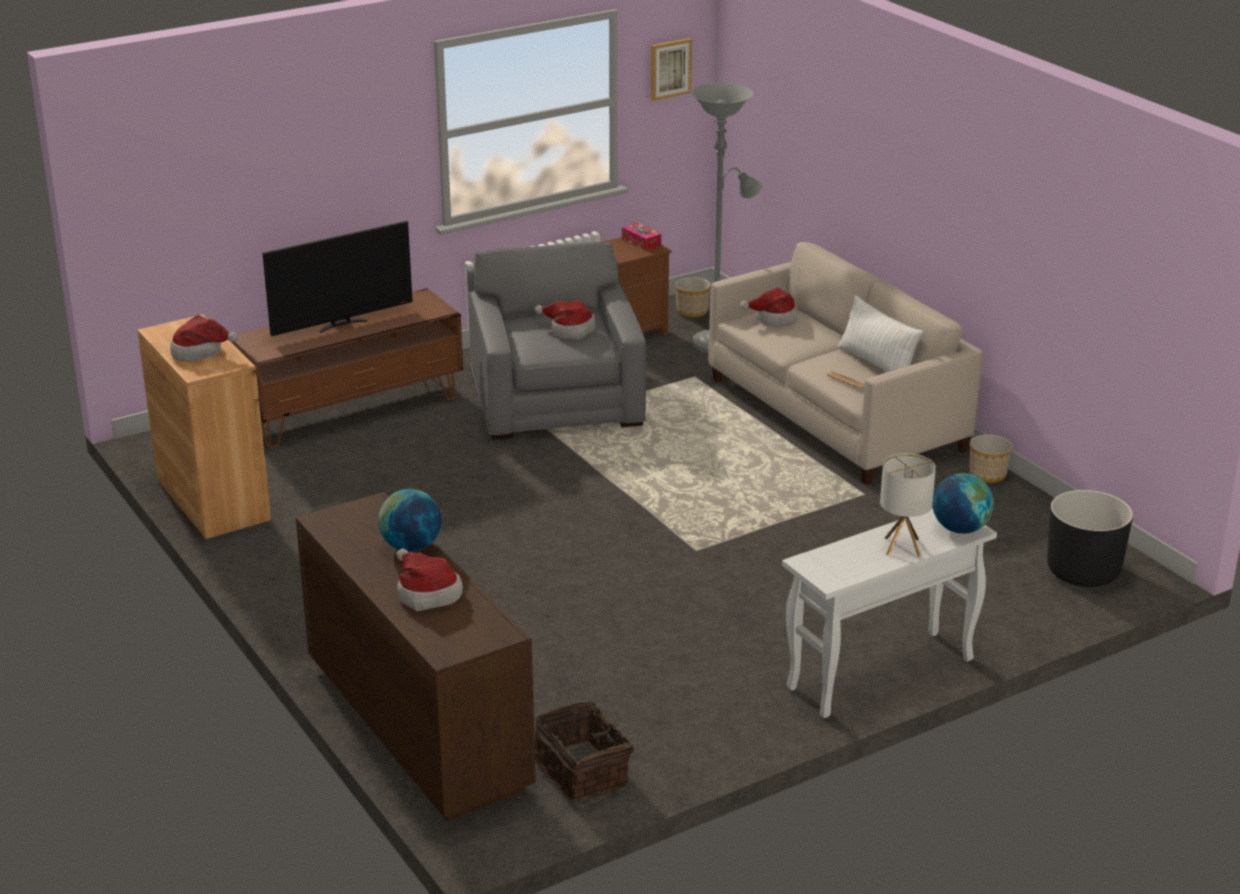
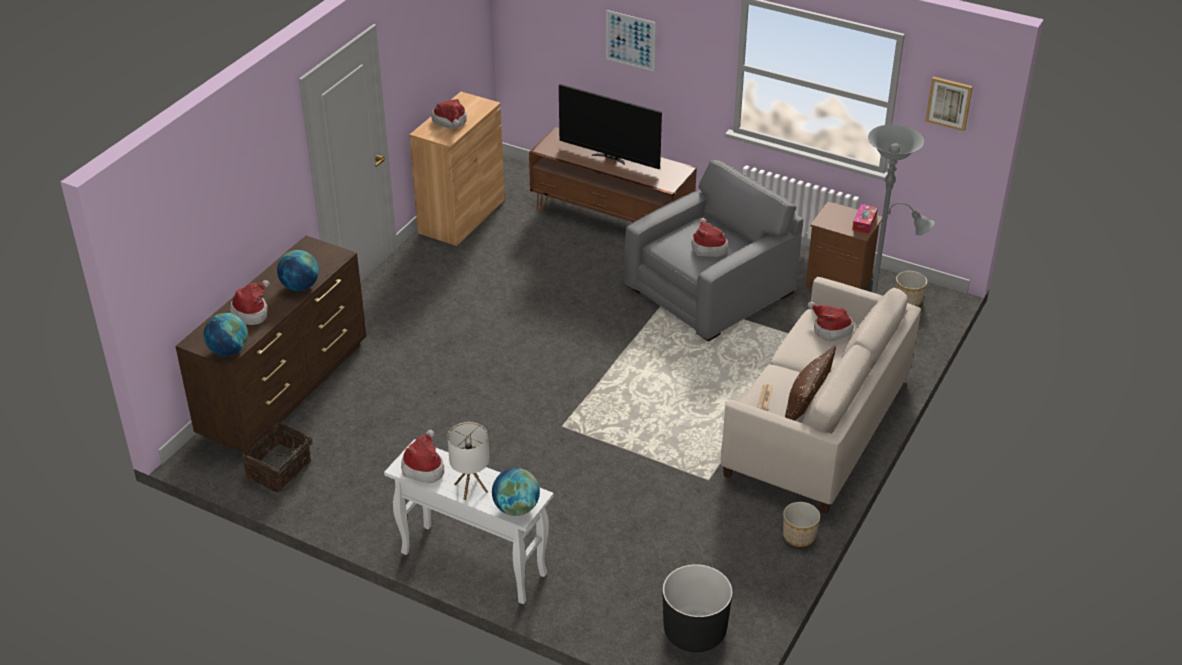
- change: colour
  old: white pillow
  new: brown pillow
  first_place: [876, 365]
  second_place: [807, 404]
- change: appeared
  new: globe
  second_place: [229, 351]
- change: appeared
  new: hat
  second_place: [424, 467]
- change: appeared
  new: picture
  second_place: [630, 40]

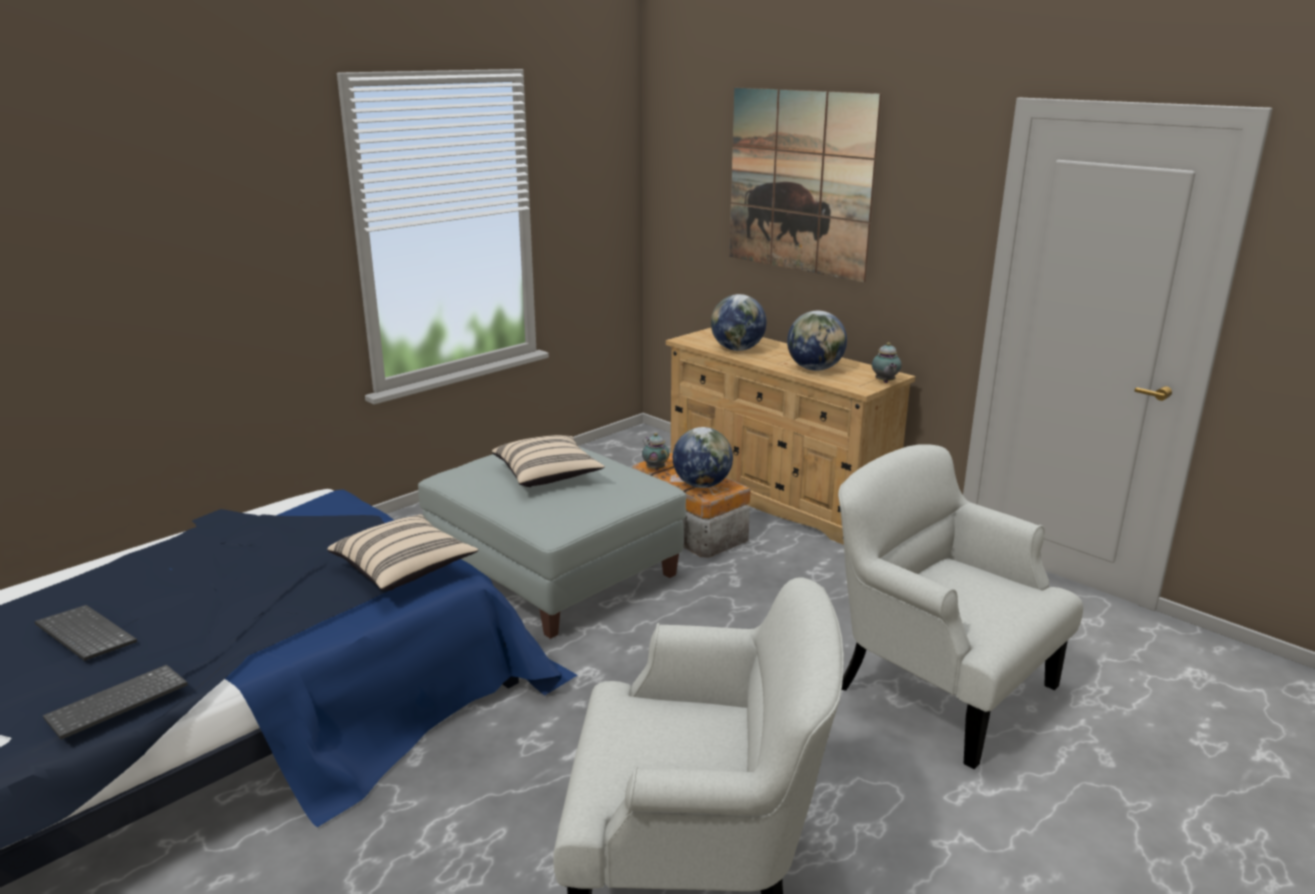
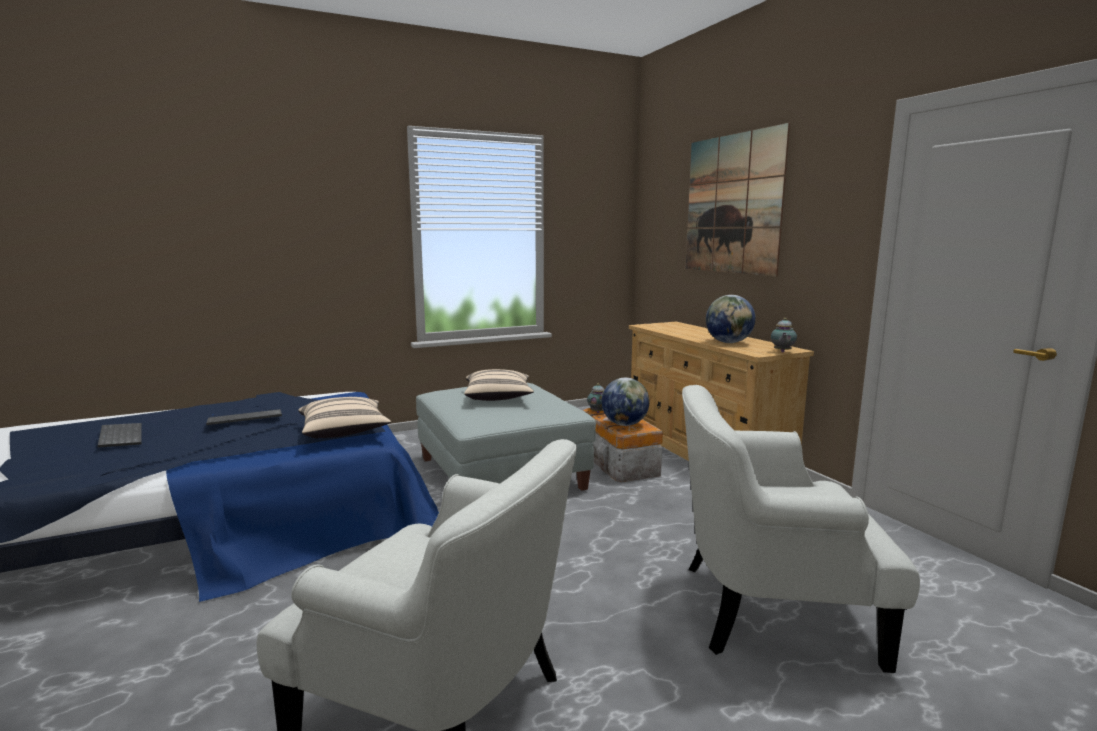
- change: relocated
  old: keyboard
  first_place: [117, 705]
  second_place: [244, 419]
- change: missing
  old: globe
  first_place: [737, 349]
- change: spun
  old: white armchair
  first_place: [938, 686]
  second_place: [769, 608]
  degrees: -60

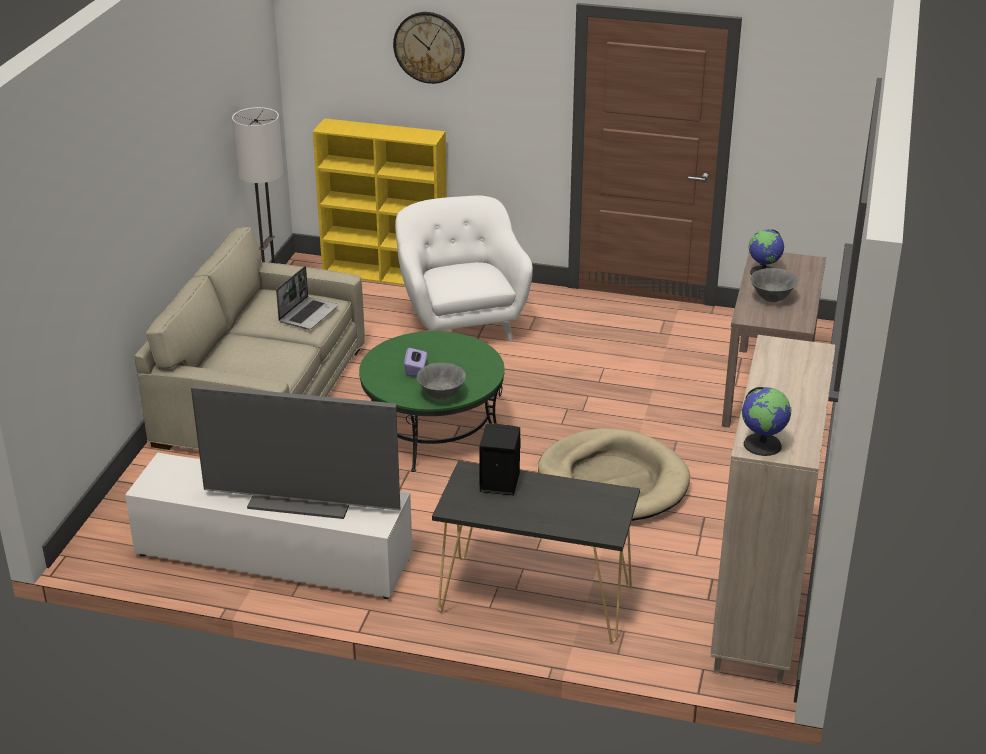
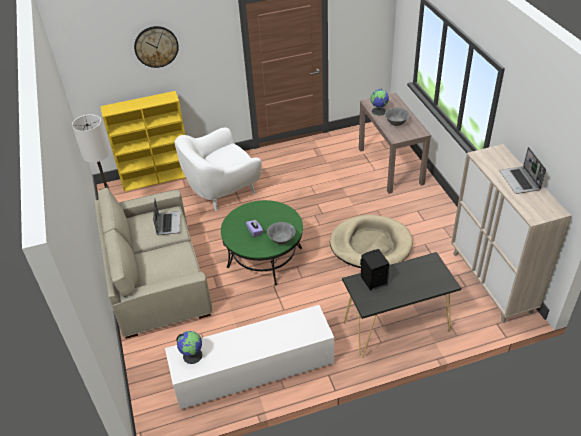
- change: missing
  old: television
  first_place: [303, 499]
- change: spun
  old: white armchair
  first_place: [461, 324]
  second_place: [222, 190]
  degrees: -75
- change: relocated
  old: globe
  first_place: [763, 444]
  second_place: [192, 355]
- change: appeared
  new: laptop
  second_place: [520, 181]

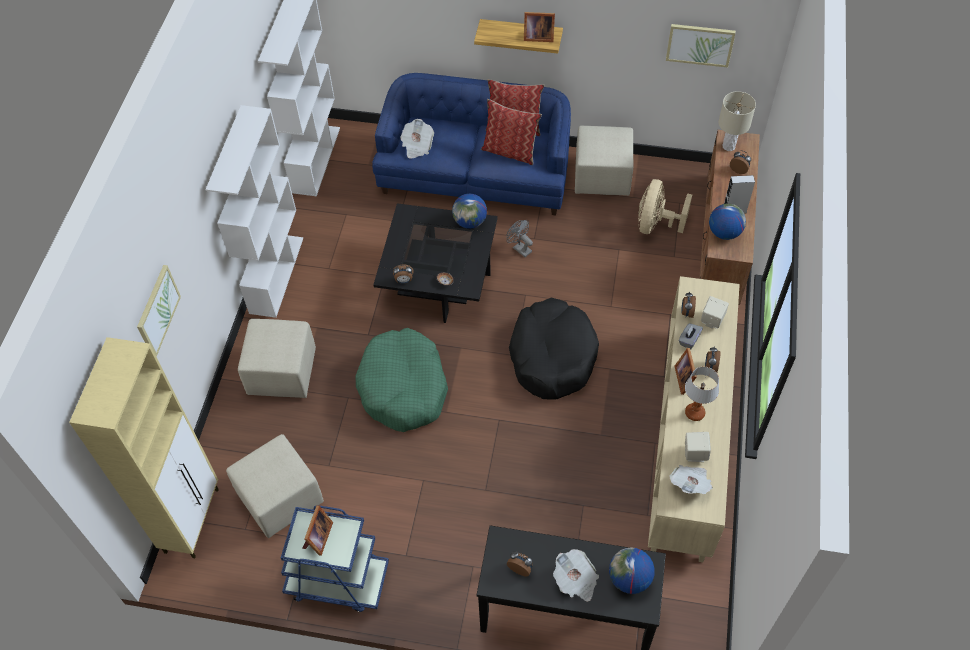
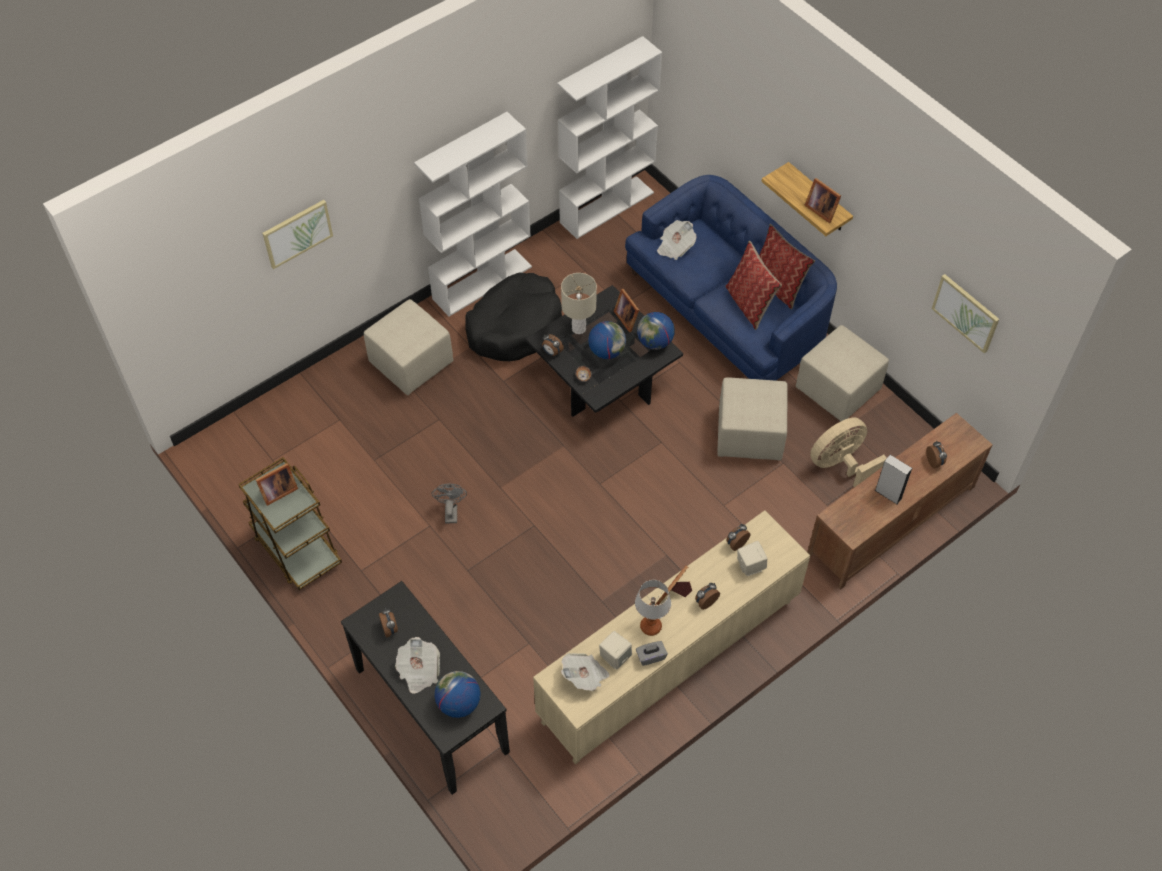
- change: missing
  old: beige cabinet
  first_place: [192, 519]
- change: relocated
  old: beige ottoman
  first_place: [281, 497]
  second_place: [750, 434]
- change: colour
  old: blue cart
  new: brown cart
  first_place: [337, 580]
  second_place: [296, 548]
- change: missing
  old: green dog bed
  first_place: [403, 387]
- change: relocated
  old: grey fan
  first_place: [519, 248]
  second_place: [450, 511]
- change: relocated
  old: black dog bed
  first_place: [552, 356]
  second_place: [514, 326]
- change: relocated
  old: grey tissue box
  first_place: [689, 340]
  second_place: [650, 656]
- change: relocated
  old: globe
  first_place: [724, 232]
  second_place: [606, 351]
- change: relocated
  old: beige table lamp
  first_place: [728, 146]
  second_place: [578, 328]
- change: appeared
  new: picture frame
  second_place: [627, 318]

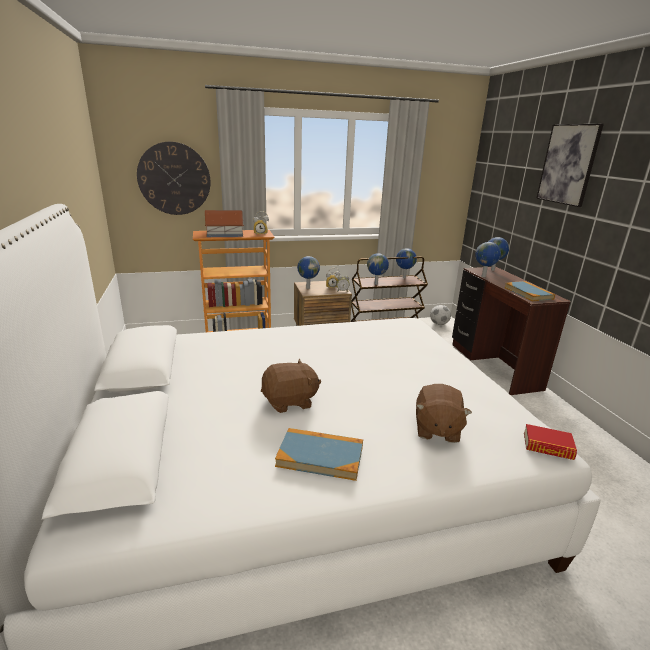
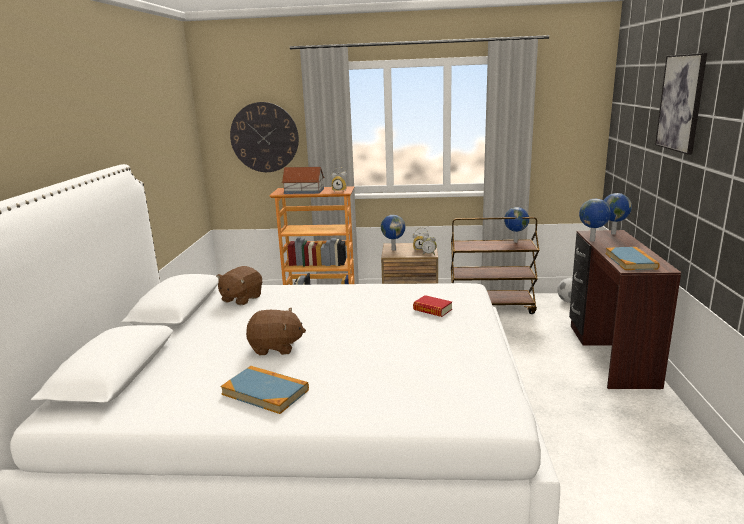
- change: missing
  old: globe
  first_place: [376, 284]
- change: relocated
  old: brown plush toy
  first_place: [436, 429]
  second_place: [241, 299]
- change: relocated
  old: book
  first_place: [547, 446]
  second_place: [432, 310]

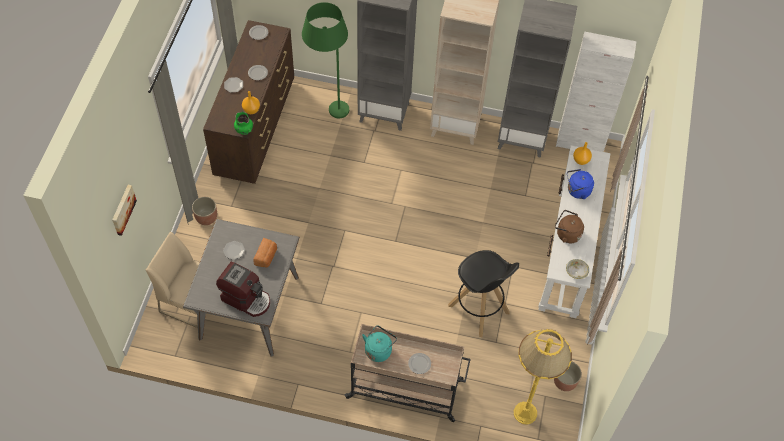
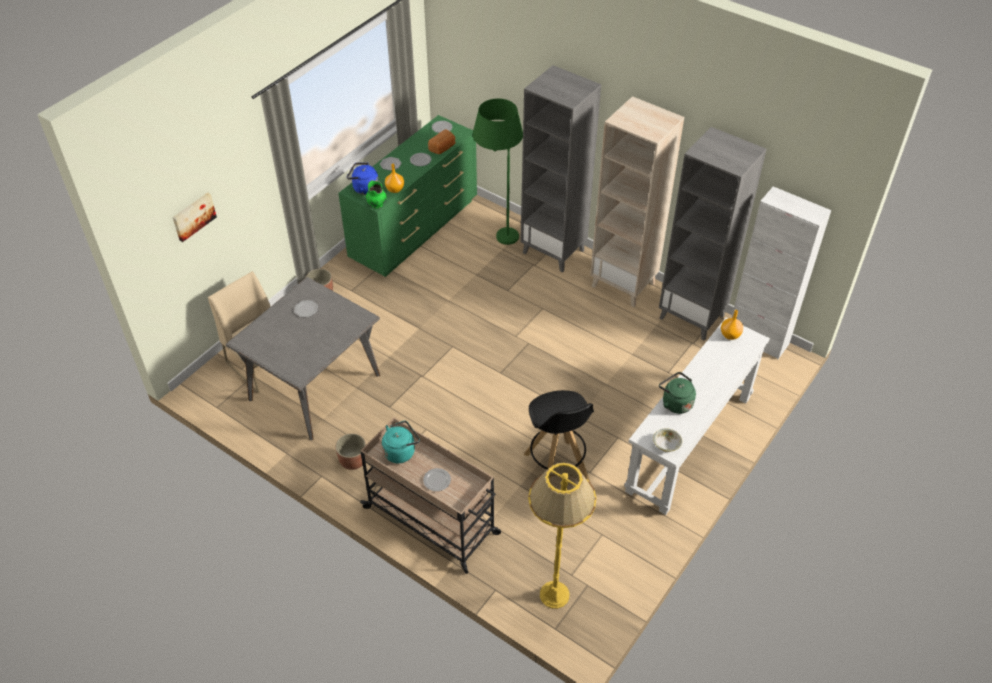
- change: colour
  old: brown dresser
  new: green dresser
  first_place: [256, 127]
  second_place: [415, 229]
- change: missing
  old: coffee machine
  first_place: [246, 298]
- change: relocated
  old: bread
  first_place: [266, 257]
  second_place: [443, 148]
- change: relocated
  old: planter
  first_place: [565, 381]
  second_place: [353, 460]
- change: colour
  old: brown kettle
  new: green kettle
  first_place: [566, 234]
  second_place: [675, 403]
- change: relocated
  old: blue kettle
  first_place: [577, 191]
  second_place: [364, 188]

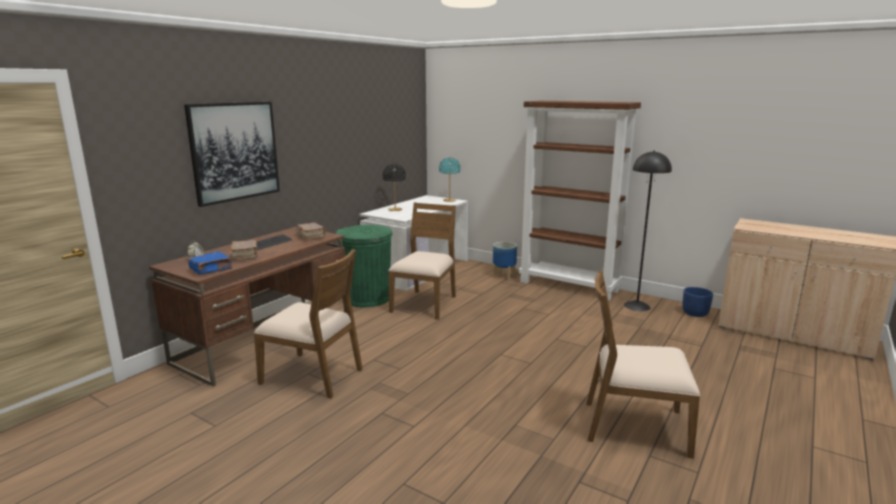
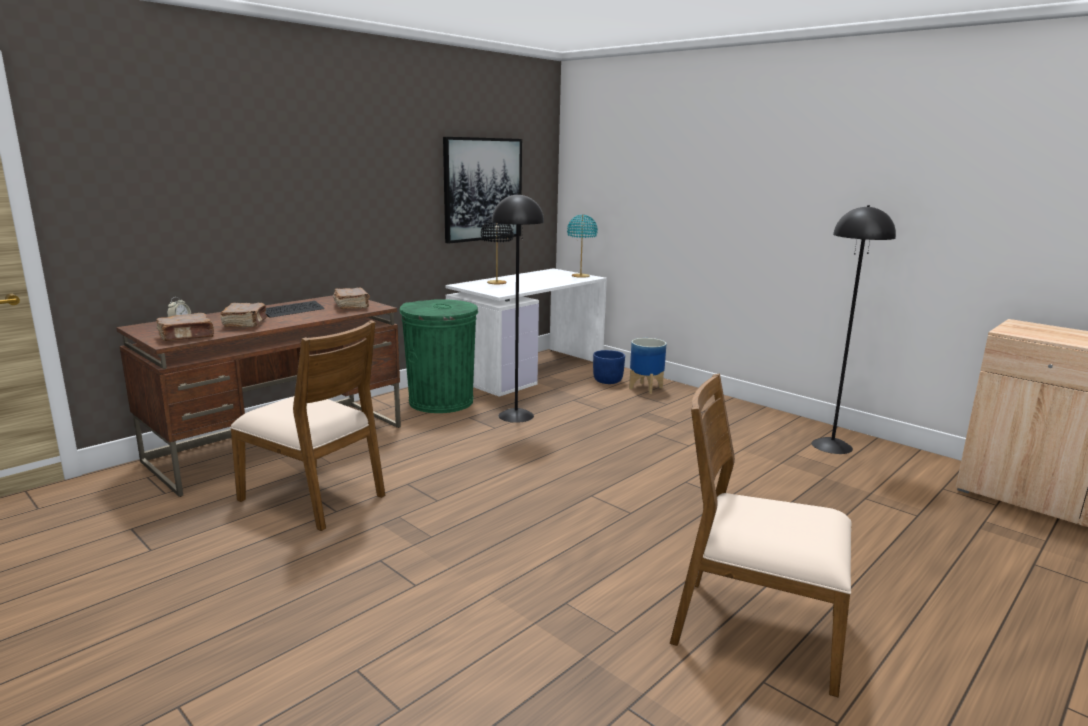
- change: relocated
  old: picture
  first_place: [234, 151]
  second_place: [483, 189]
- change: colour
  old: blue book
  new: brown book
  first_place: [211, 270]
  second_place: [187, 337]
- change: exchanged
  old: brown chair
  new: black floor lamp
  first_place: [425, 304]
  second_place: [516, 415]
- change: missing
  old: brown bookcase
  first_place: [569, 286]
- change: relocated
  old: blue planter
  first_place: [695, 313]
  second_place: [608, 381]

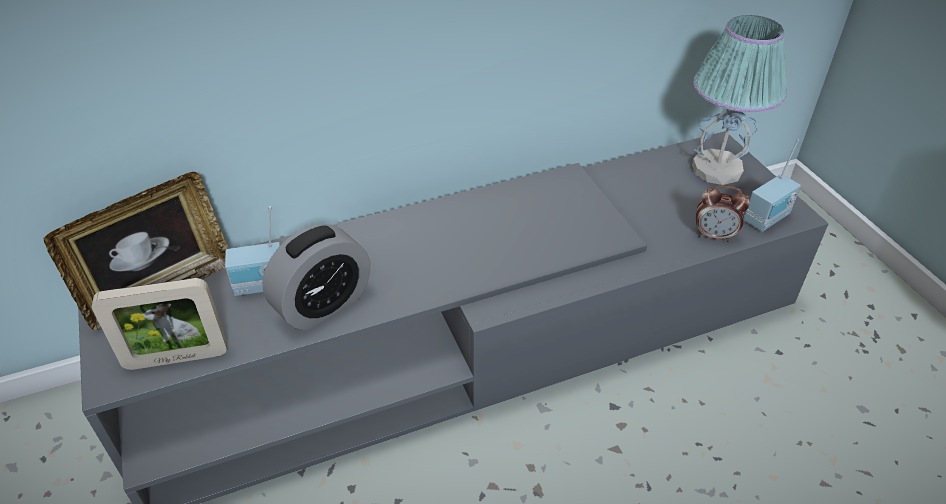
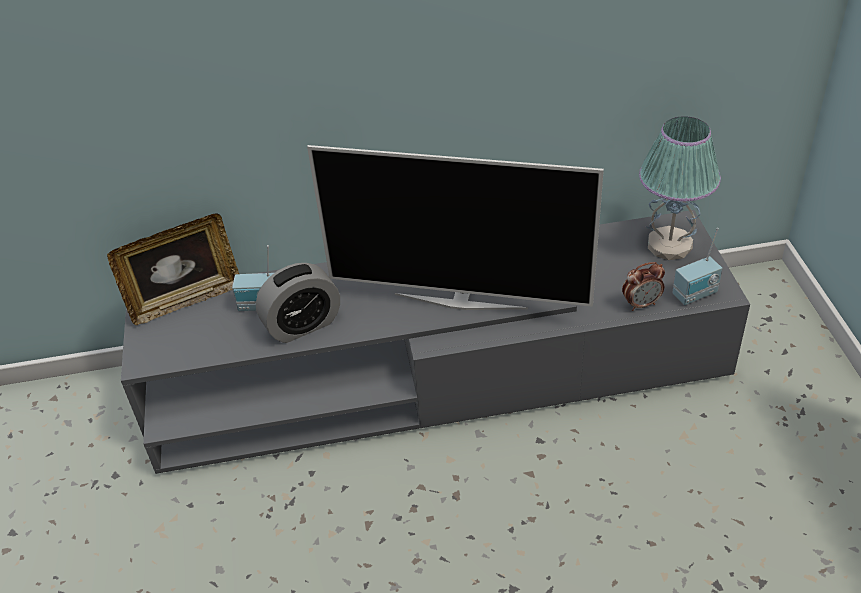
- change: missing
  old: picture frame
  first_place: [176, 358]
- change: spun
  old: alarm clock
  first_place: [714, 235]
  second_place: [641, 304]
  degrees: -45
- change: appeared
  new: television
  second_place: [461, 300]

